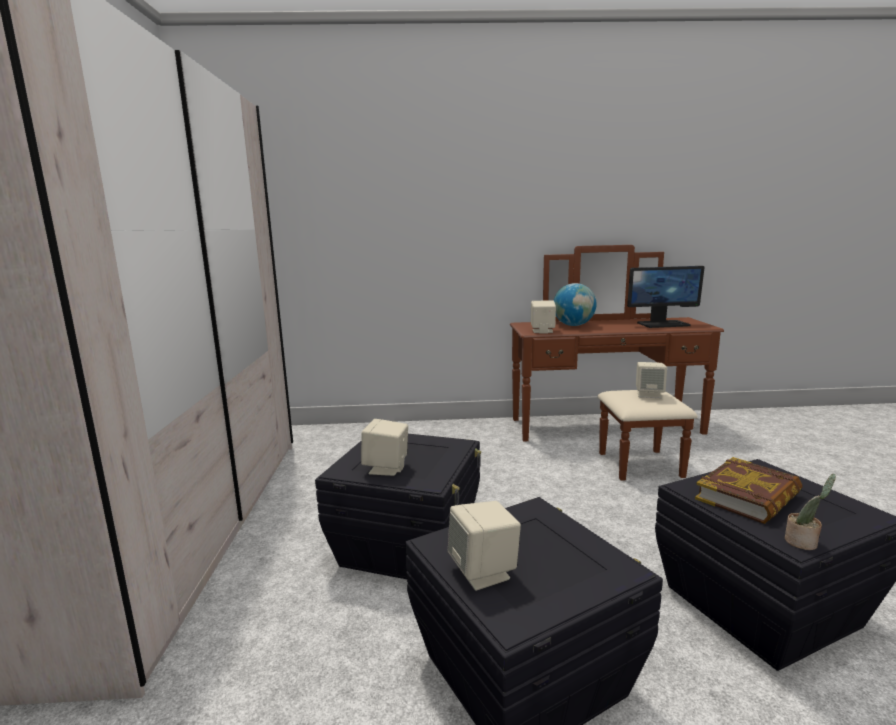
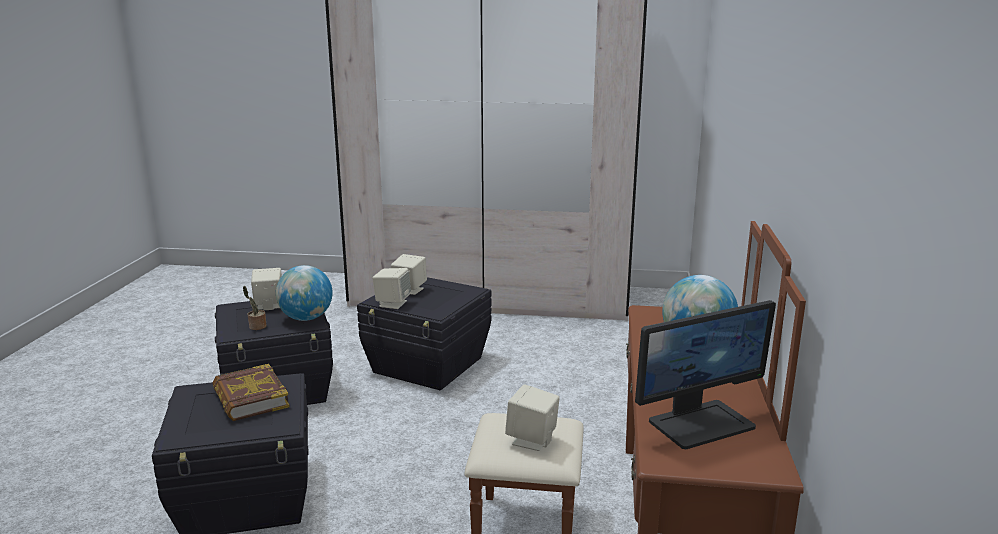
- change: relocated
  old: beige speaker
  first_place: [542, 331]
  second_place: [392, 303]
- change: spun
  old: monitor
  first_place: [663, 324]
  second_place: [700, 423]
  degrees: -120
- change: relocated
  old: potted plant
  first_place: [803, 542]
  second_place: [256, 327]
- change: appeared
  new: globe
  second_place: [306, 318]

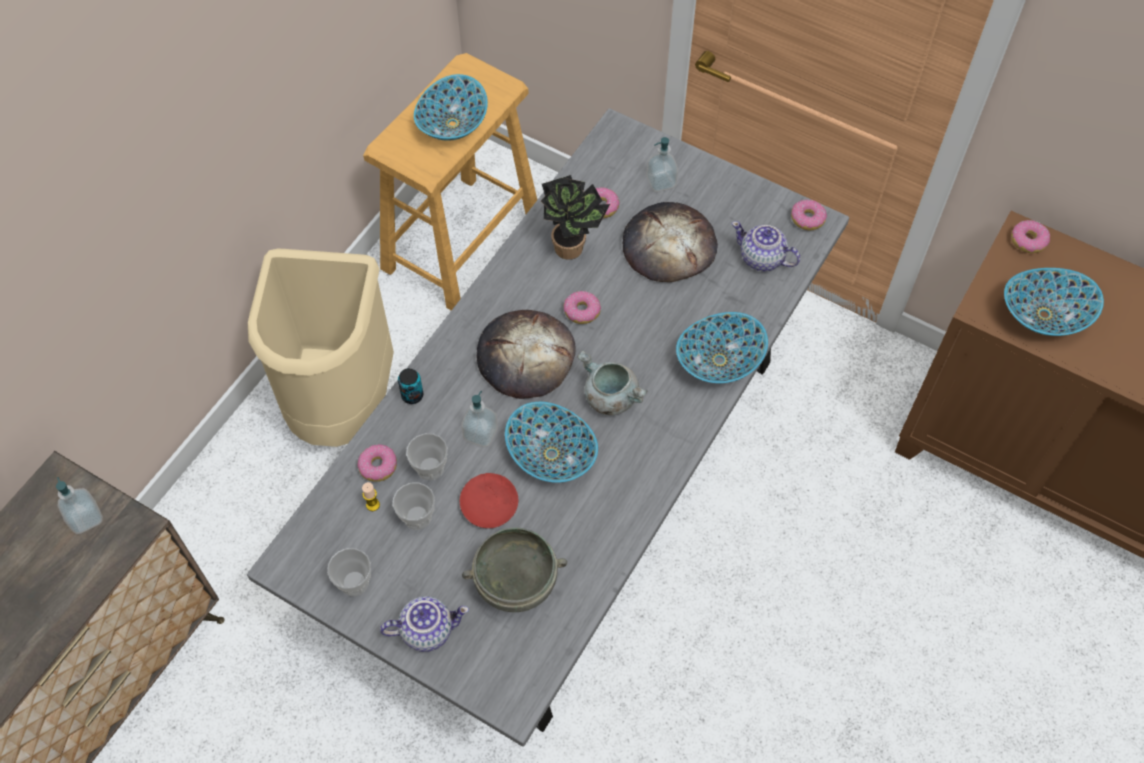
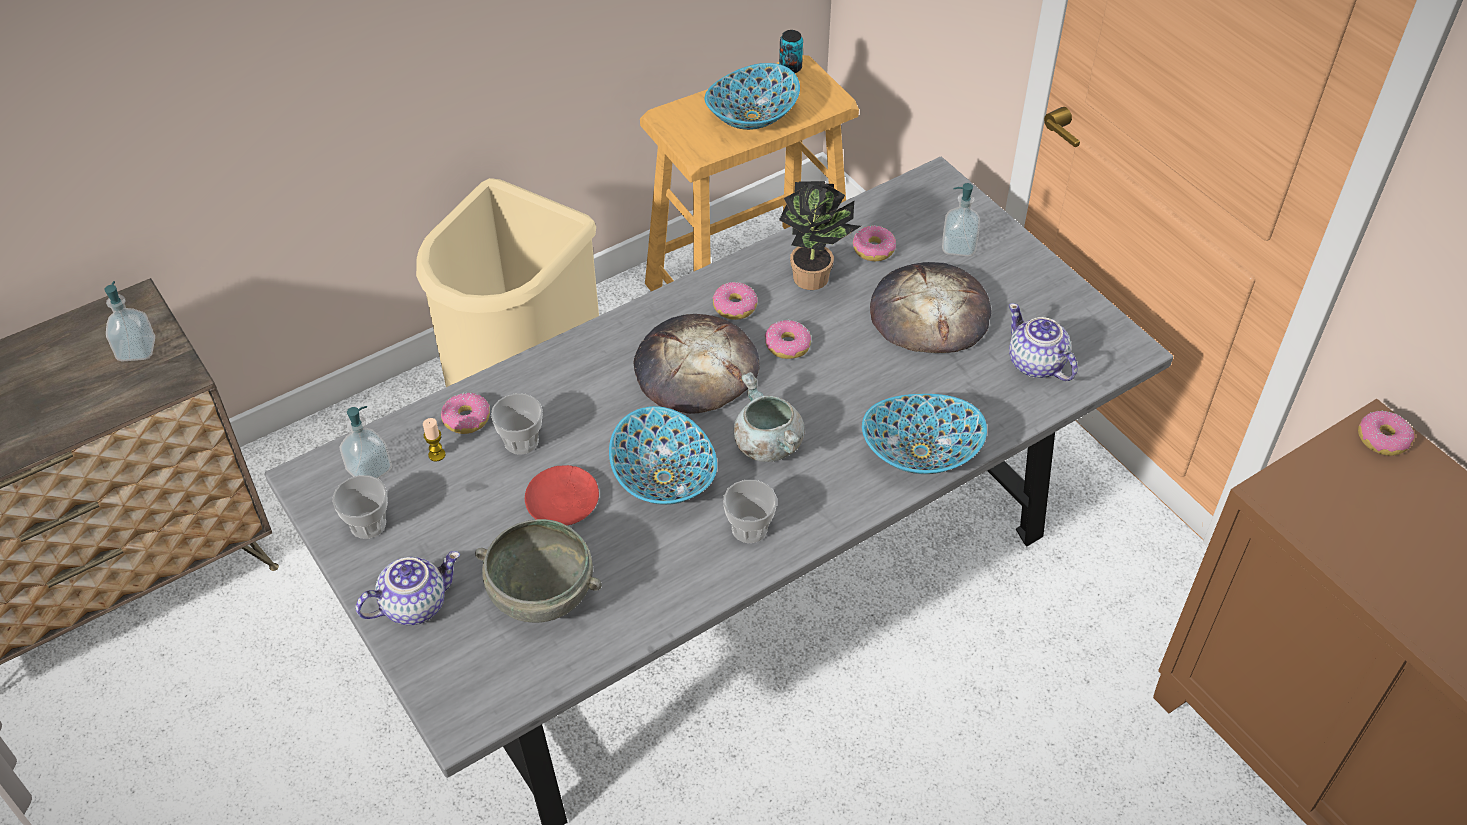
- change: spun
  old: teapot
  first_place: [427, 629]
  second_place: [414, 603]
  degrees: -45
- change: relocated
  old: cup
  first_place: [417, 517]
  second_place: [749, 528]
- change: relocated
  old: can
  first_place: [412, 395]
  second_place: [790, 68]
- change: relocated
  old: soap dispenser
  first_place: [480, 433]
  second_place: [369, 470]
- change: relocated
  old: donut
  first_place: [807, 219]
  second_place: [735, 307]
- change: missing
  old: bowl
  first_place: [1044, 315]

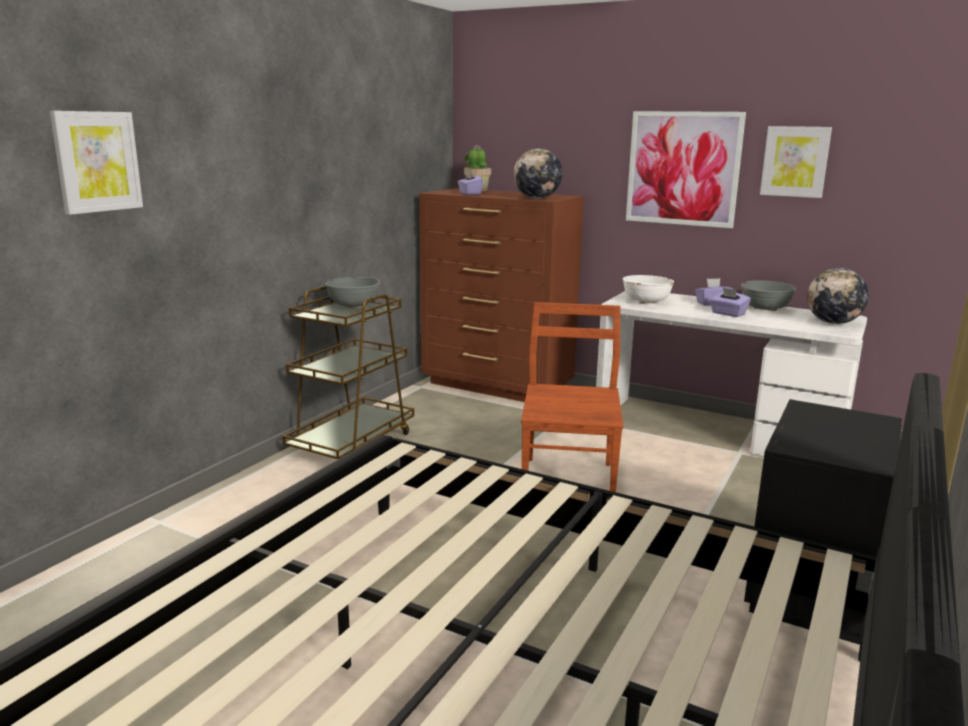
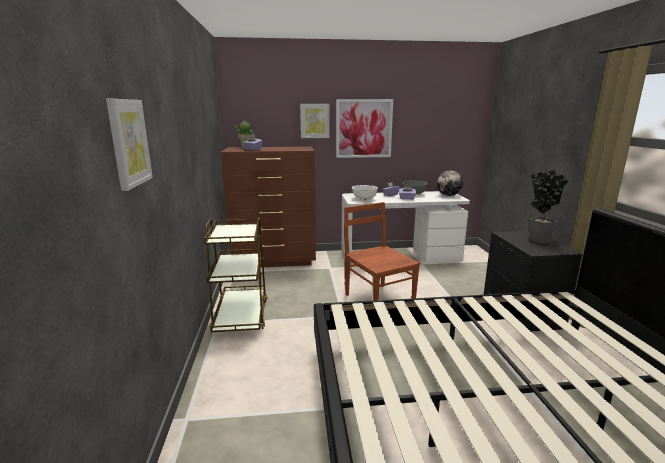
- change: missing
  old: grey bowl
  first_place: [353, 306]
- change: missing
  old: globe
  first_place: [537, 198]
- change: relocated
  old: picture
  first_place: [795, 161]
  second_place: [315, 121]
- change: appeared
  new: potted plant
  second_place: [538, 240]

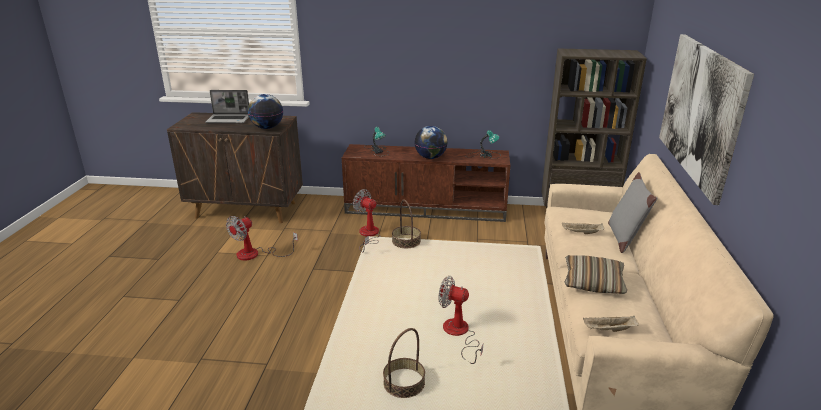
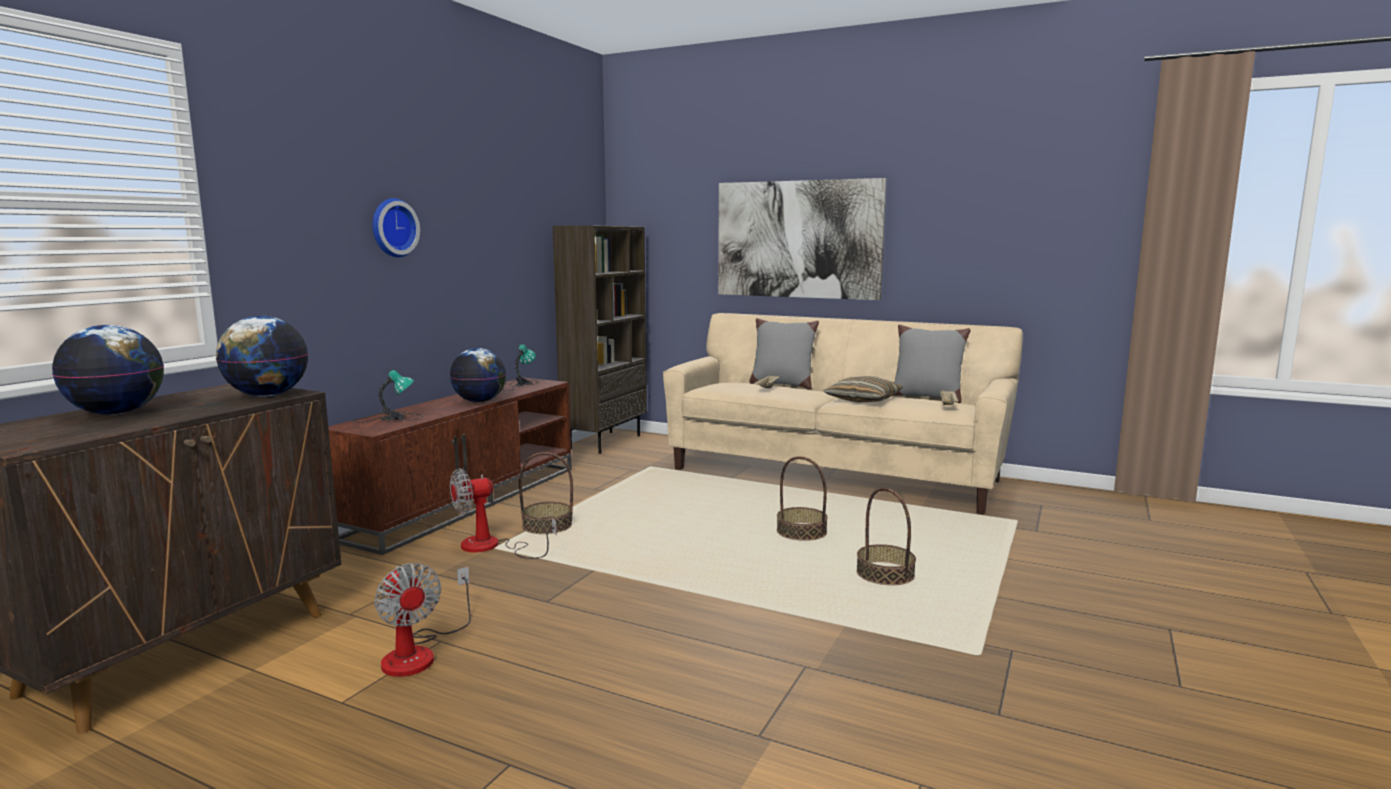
- change: exchanged
  old: laptop
  new: globe
  first_place: [229, 119]
  second_place: [117, 413]
- change: exchanged
  old: fan
  new: basket
  first_place: [459, 334]
  second_place: [801, 532]
- change: appeared
  new: wall clock
  second_place: [392, 228]
- change: appeared
  new: grey pillow
  second_place: [926, 397]

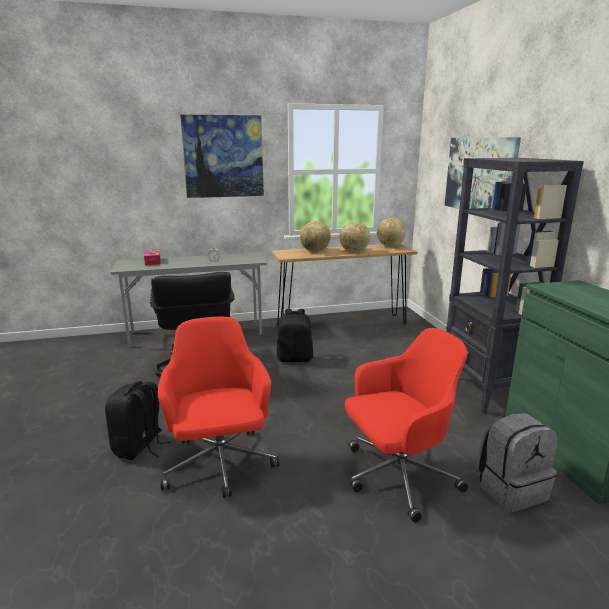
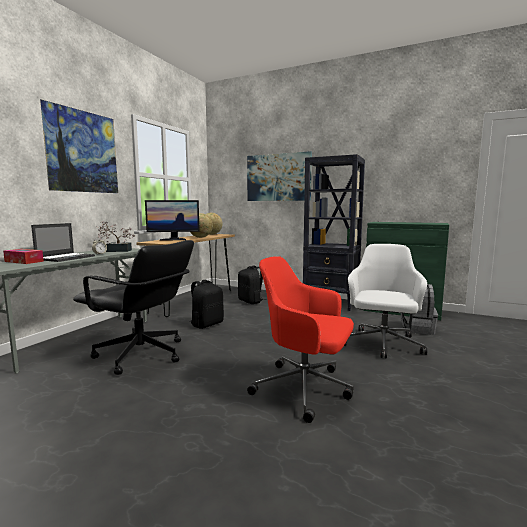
- change: relocated
  old: black backpack
  first_place: [139, 447]
  second_place: [251, 301]
- change: exchanged
  old: globe
  new: monitor
  first_place: [315, 251]
  second_place: [173, 239]
- change: colour
  old: red office chair
  new: white office chair
  first_place: [397, 476]
  second_place: [382, 344]
- change: appeared
  new: laptop
  second_place: [66, 257]
- change: appeared
  new: potted plant
  second_place: [116, 250]

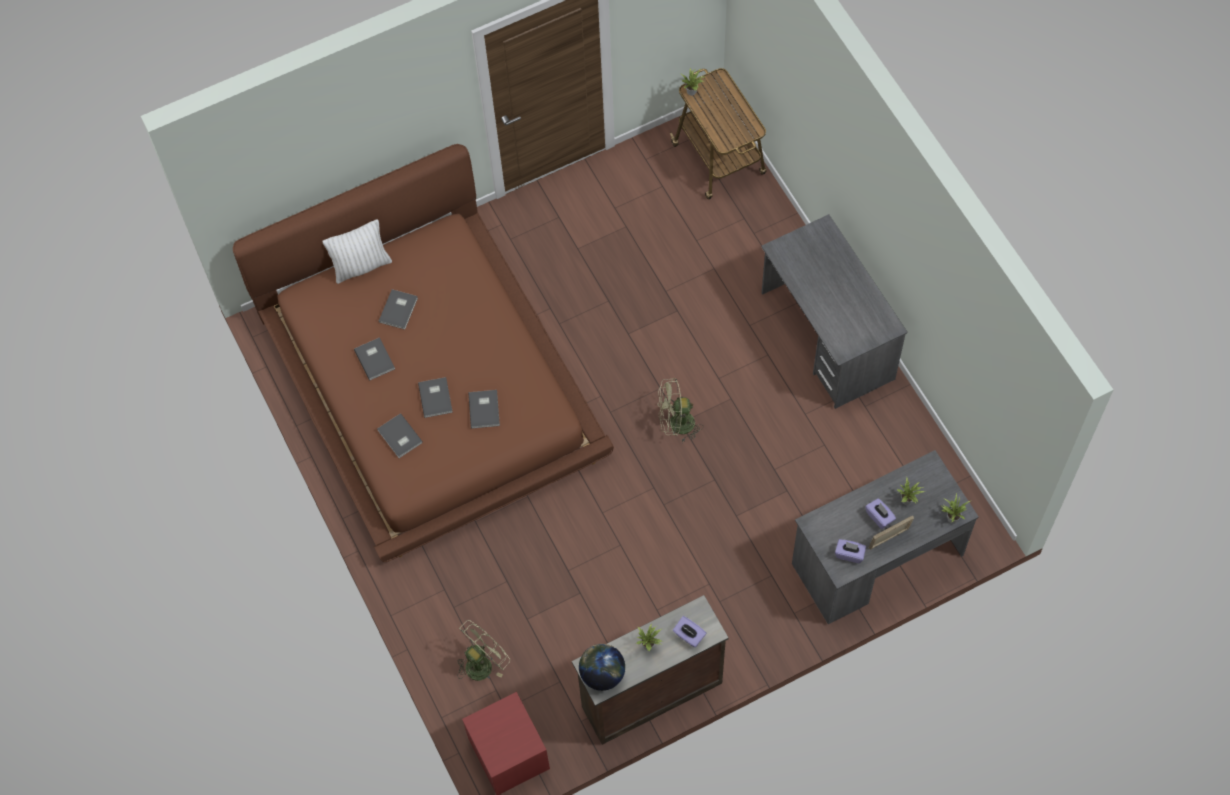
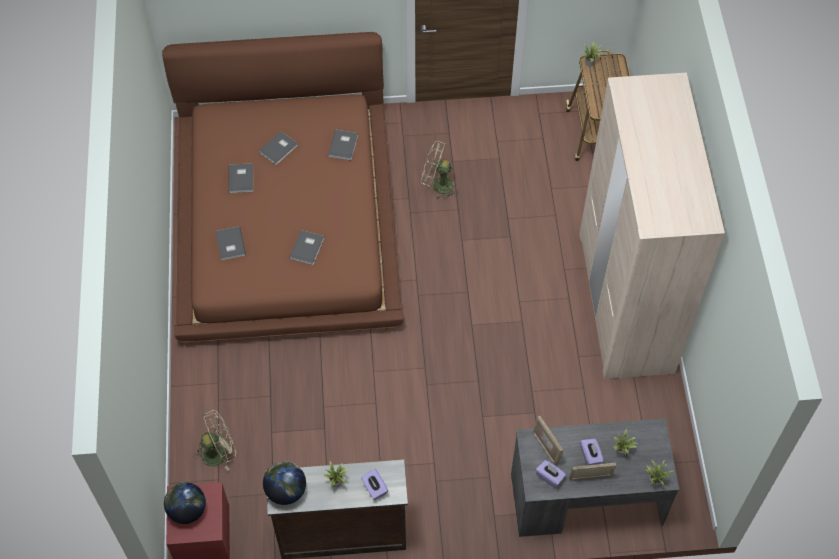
- change: missing
  old: white pillow
  first_place: [361, 266]
- change: relocated
  old: grey book
  first_place: [436, 397]
  second_place: [344, 145]
- change: relocated
  old: green fan
  first_place: [676, 425]
  second_place: [438, 185]
- change: exchanged
  old: grey desk
  new: beige wardrobe
  first_place: [827, 336]
  second_place: [625, 301]
- change: appeared
  new: globe
  second_place: [187, 510]
- change: appeared
  new: picture frame
  second_place: [546, 447]

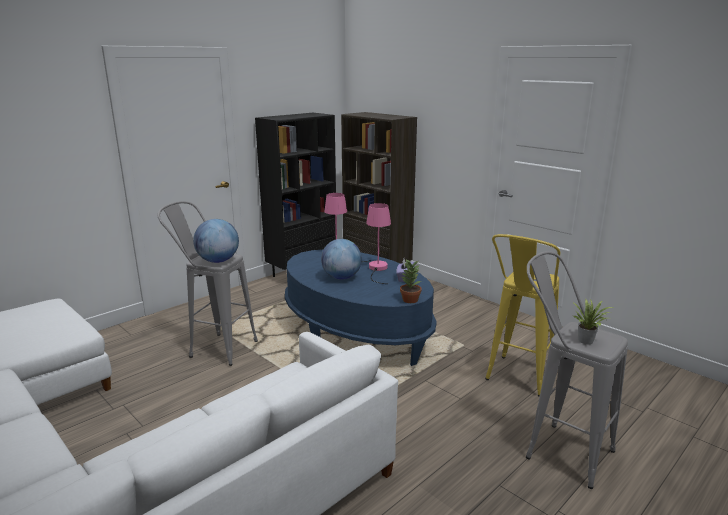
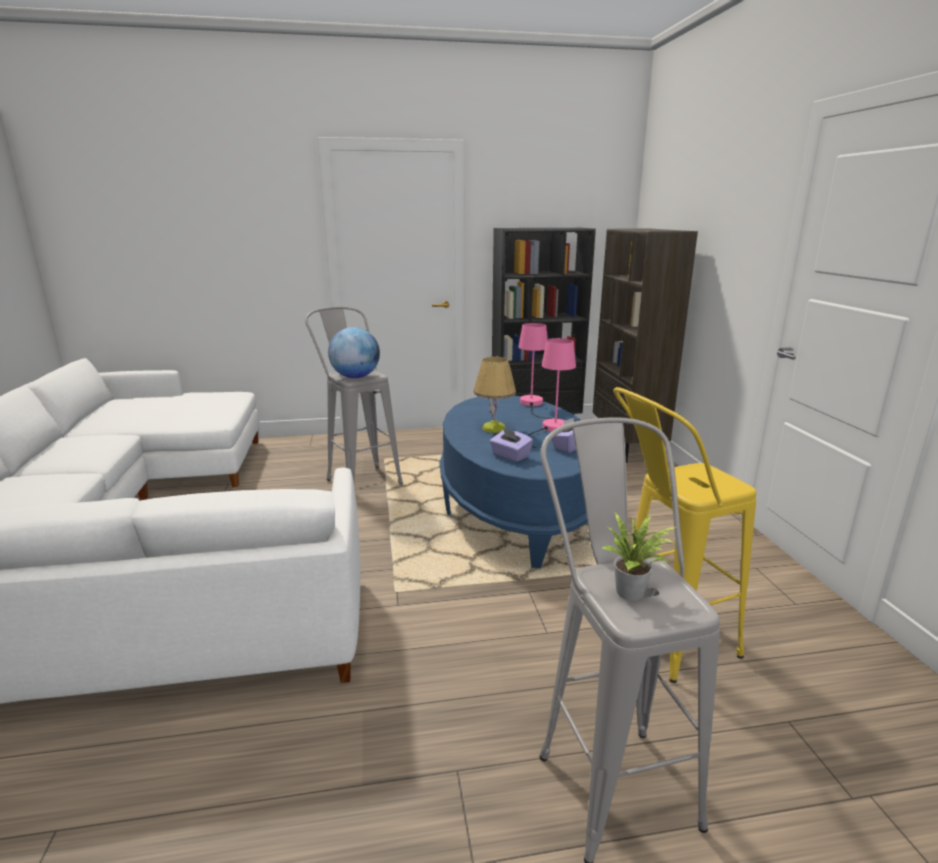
- change: exchanged
  old: globe
  new: table lamp
  first_place: [341, 277]
  second_place: [494, 428]
- change: missing
  old: potted plant
  first_place: [409, 300]
- change: appeared
  new: purple tissue box
  second_place: [510, 456]

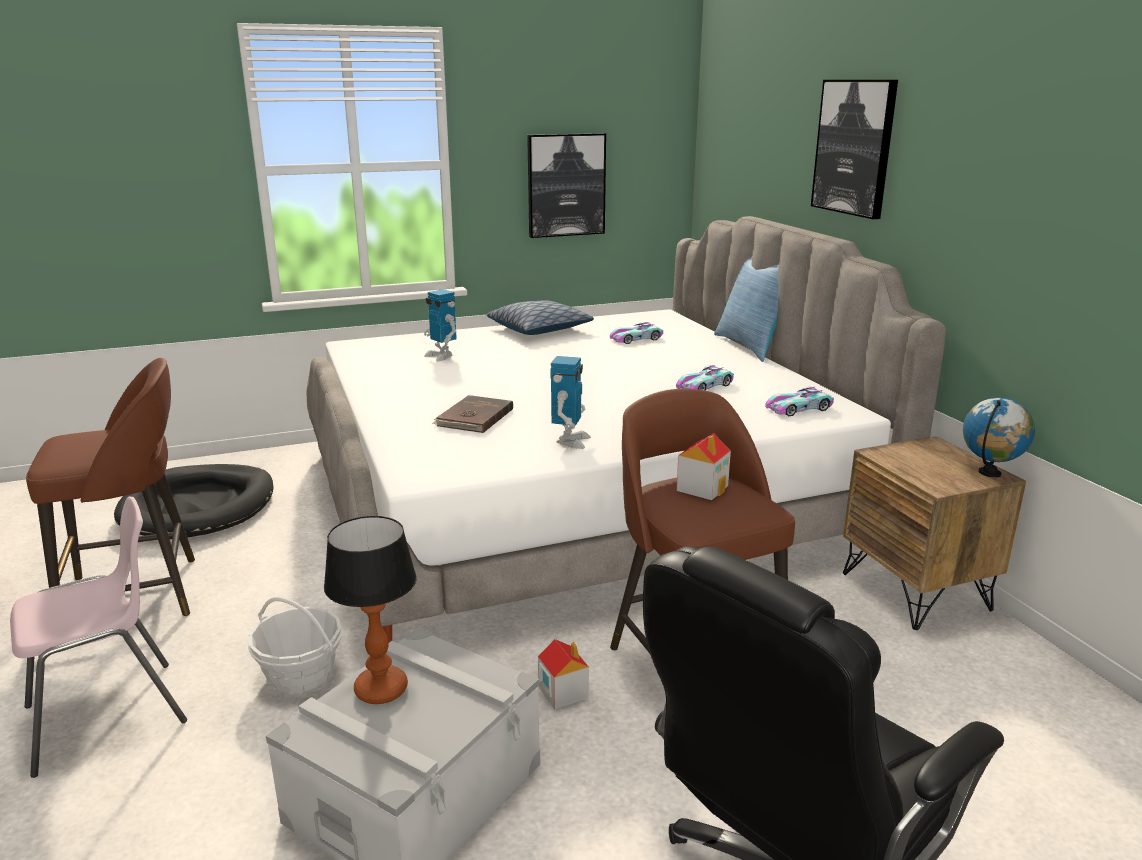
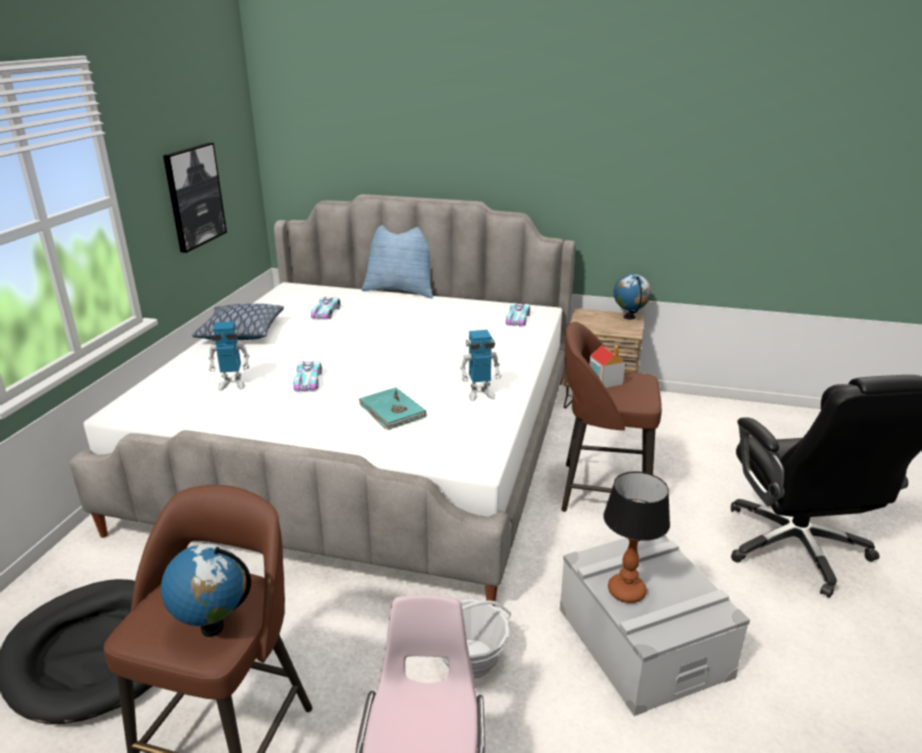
- change: colour
  old: brown book
  new: turquoise book
  first_place: [474, 417]
  second_place: [391, 411]
- change: missing
  old: toy house
  first_place: [562, 692]
- change: spun
  old: toy robot
  first_place: [570, 441]
  second_place: [480, 394]
  degrees: 120
- change: relocated
  old: toy car
  first_place: [704, 386]
  second_place: [308, 381]
- change: missing
  old: picture
  first_place: [854, 147]
- change: appeared
  new: globe
  second_place: [212, 626]

